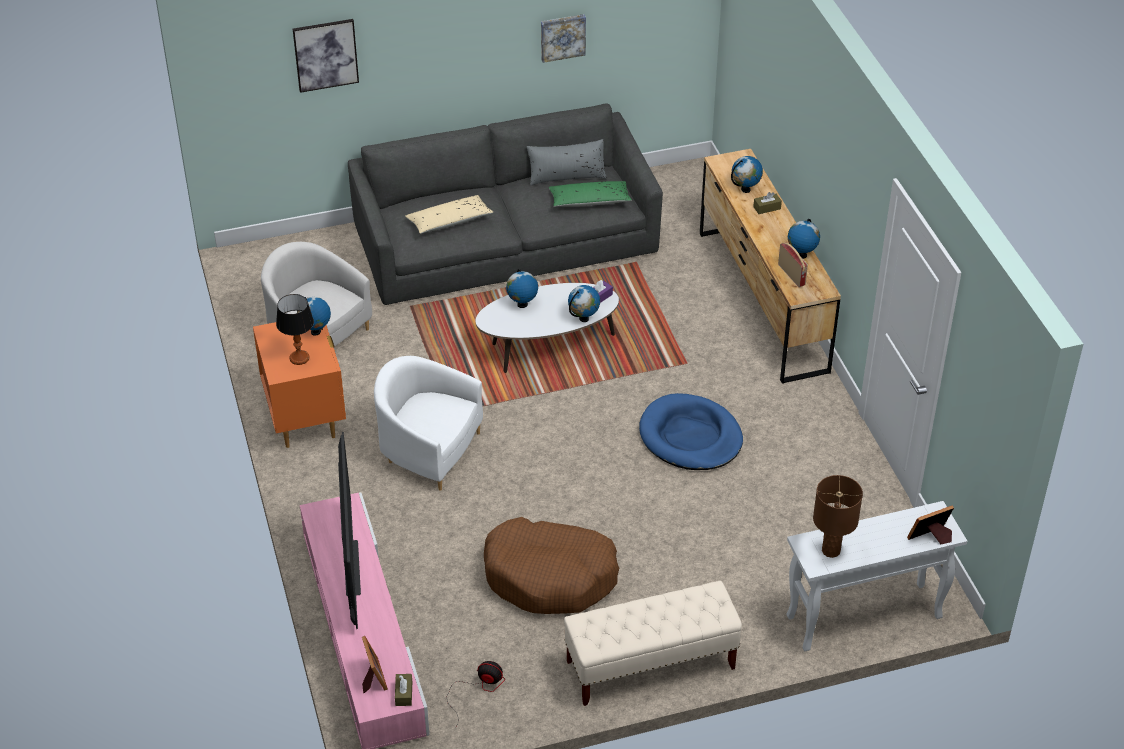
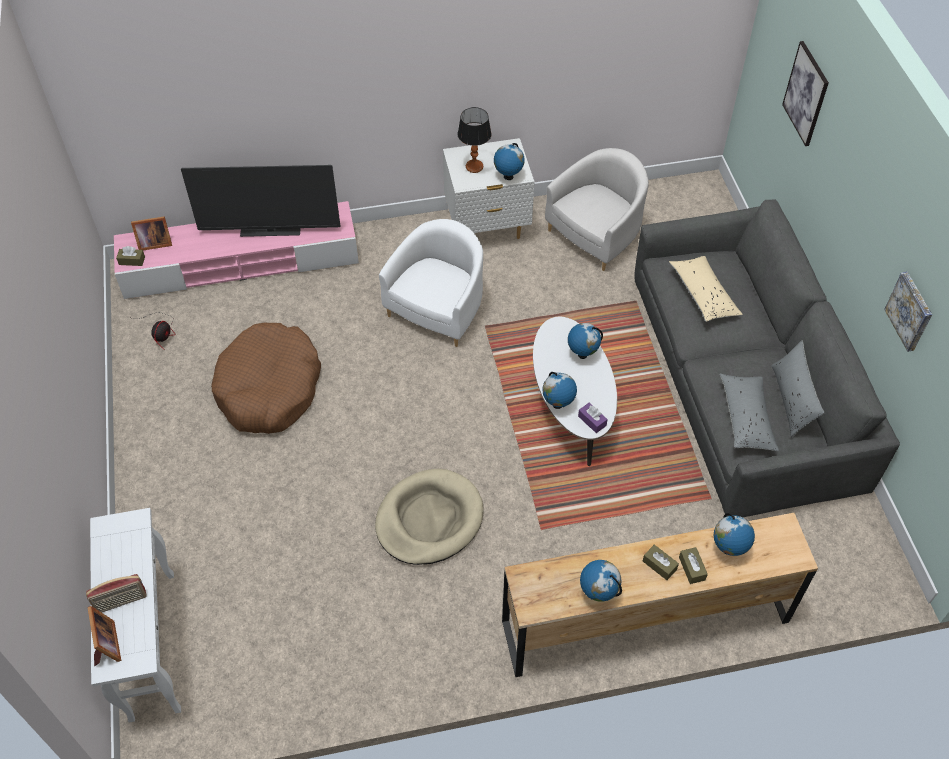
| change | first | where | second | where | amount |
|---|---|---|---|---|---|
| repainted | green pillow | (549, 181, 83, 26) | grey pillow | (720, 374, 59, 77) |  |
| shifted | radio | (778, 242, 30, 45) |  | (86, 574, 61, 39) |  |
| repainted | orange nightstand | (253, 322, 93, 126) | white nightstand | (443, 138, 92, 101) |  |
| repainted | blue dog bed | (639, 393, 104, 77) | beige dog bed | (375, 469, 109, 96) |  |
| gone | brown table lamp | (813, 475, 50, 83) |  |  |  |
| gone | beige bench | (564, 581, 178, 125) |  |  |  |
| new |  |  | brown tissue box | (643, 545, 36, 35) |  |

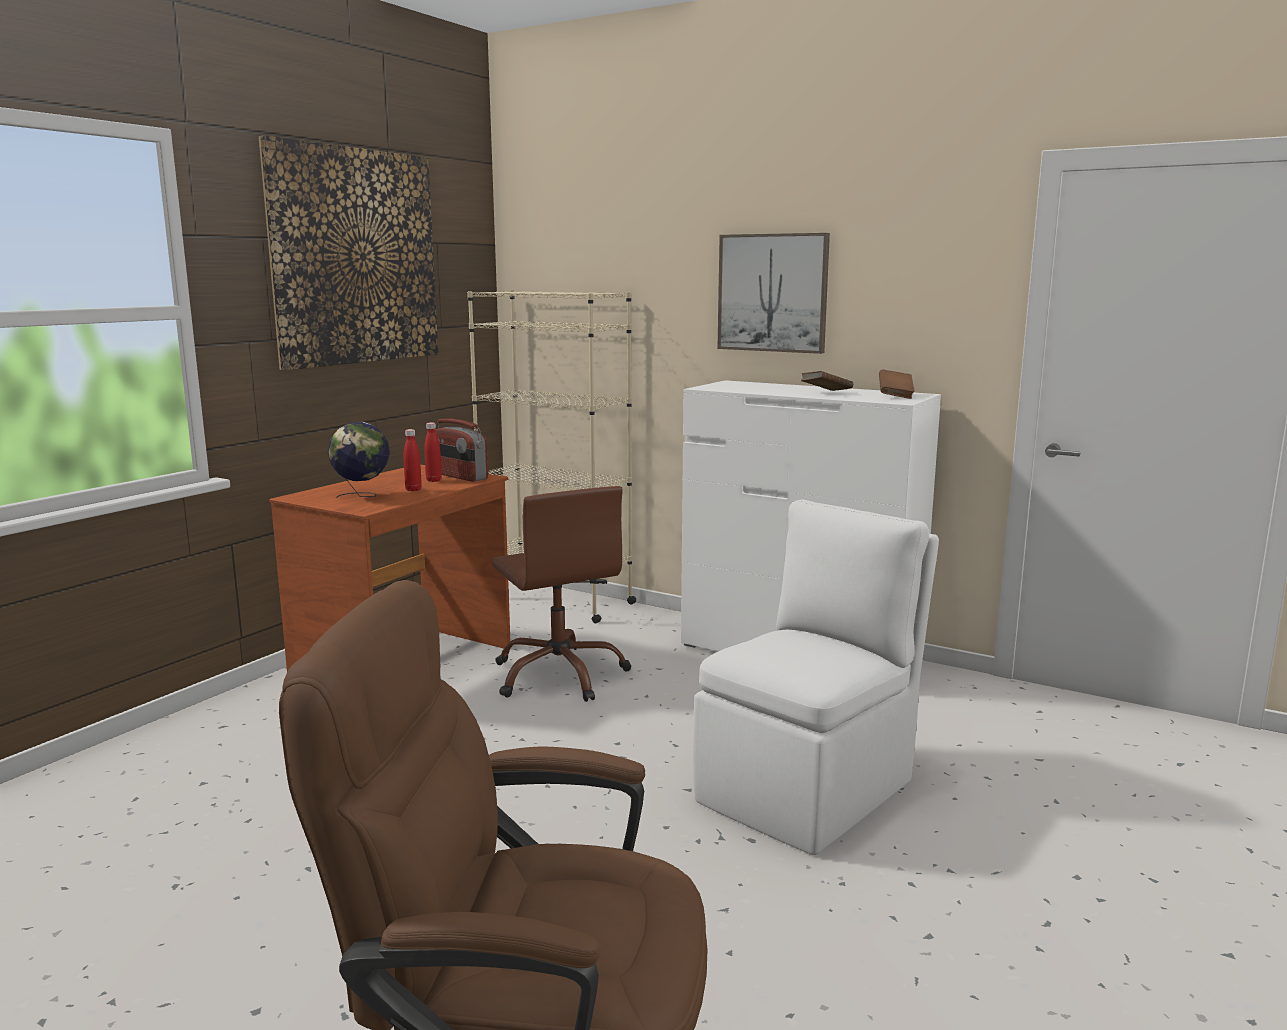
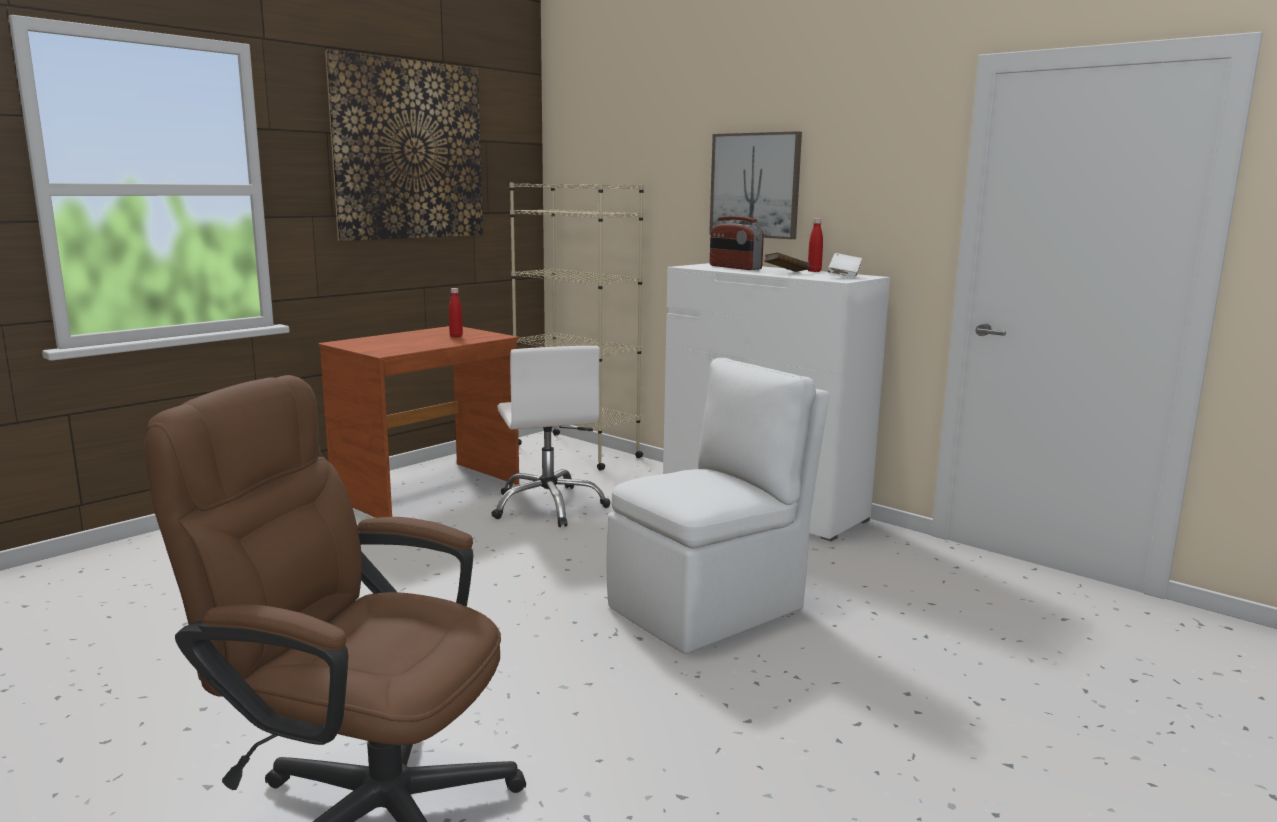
| change | first | where | second | where | amount |
|---|---|---|---|---|---|
| repainted | brown book | (879, 369, 36, 30) | white book | (827, 253, 35, 26) |  |
| shifted | radio | (435, 418, 53, 64) |  | (710, 216, 54, 54) |  |
| gone | globe | (327, 422, 63, 76) |  |  |  |
| shifted | red bottle | (403, 429, 19, 62) |  | (808, 218, 15, 54) |  |
| repainted | brown office chair | (492, 486, 140, 216) | white office chair | (491, 346, 119, 181) |  |

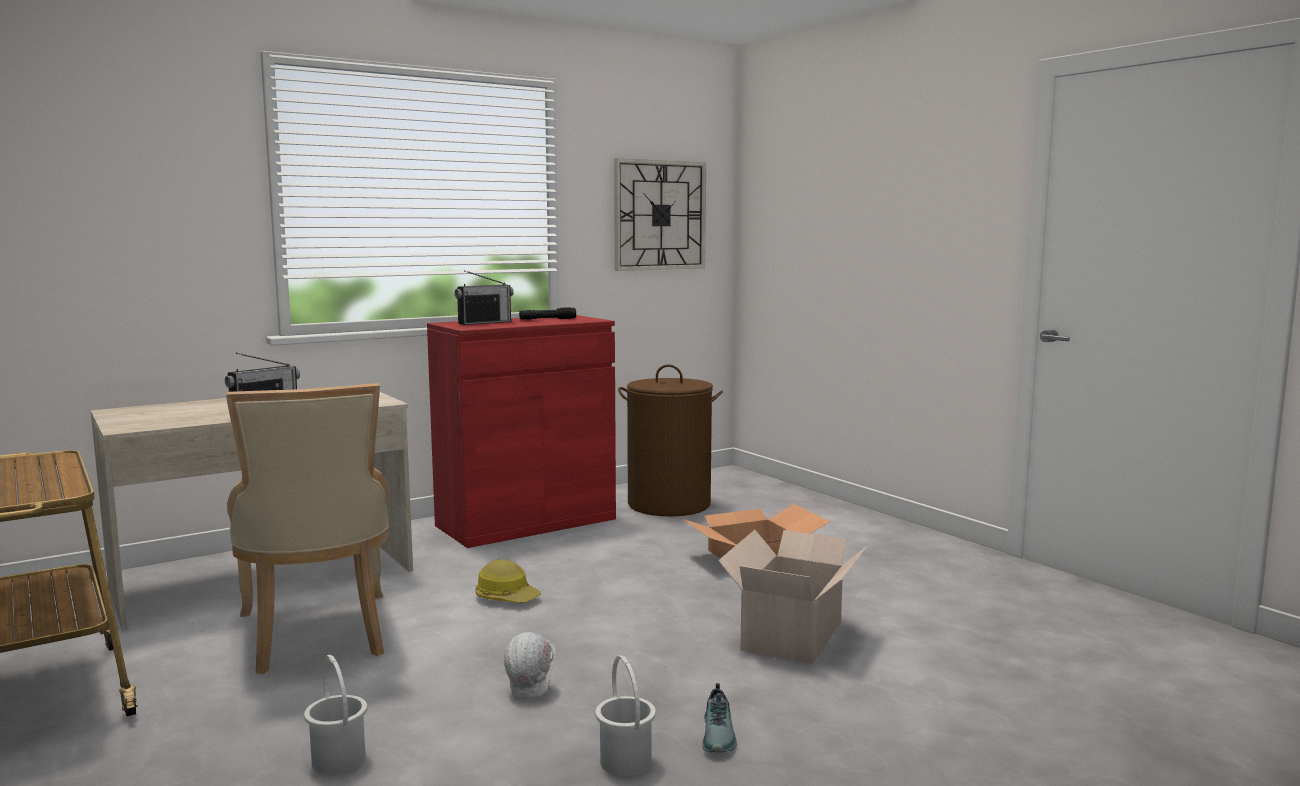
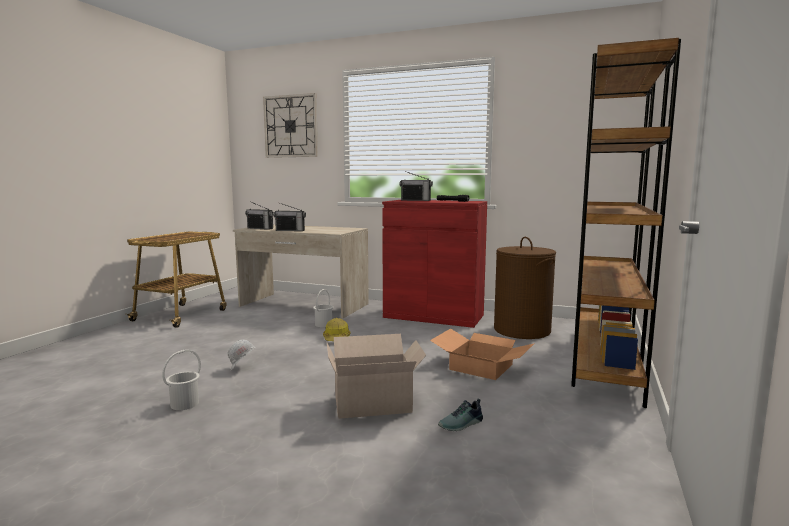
| change | first | where | second | where | amount |
|---|---|---|---|---|---|
| shifted | wall clock | (614, 158, 92, 113) |  | (263, 93, 55, 65) |  |
| gone | beige chair | (226, 383, 163, 291) |  |  |  |
| shifted | white bucket | (304, 655, 63, 120) |  | (313, 289, 20, 38) |  |
| shifted | shoe | (702, 683, 35, 70) |  | (438, 398, 45, 33) |  |
| new |  |  | brown bookcase | (571, 38, 110, 370) |  |
| new |  |  | radio | (245, 202, 28, 28) |  |

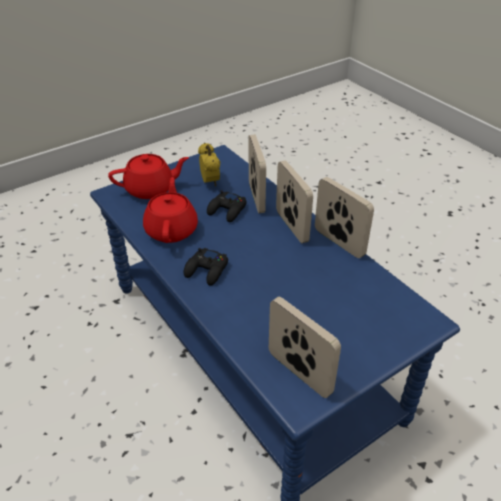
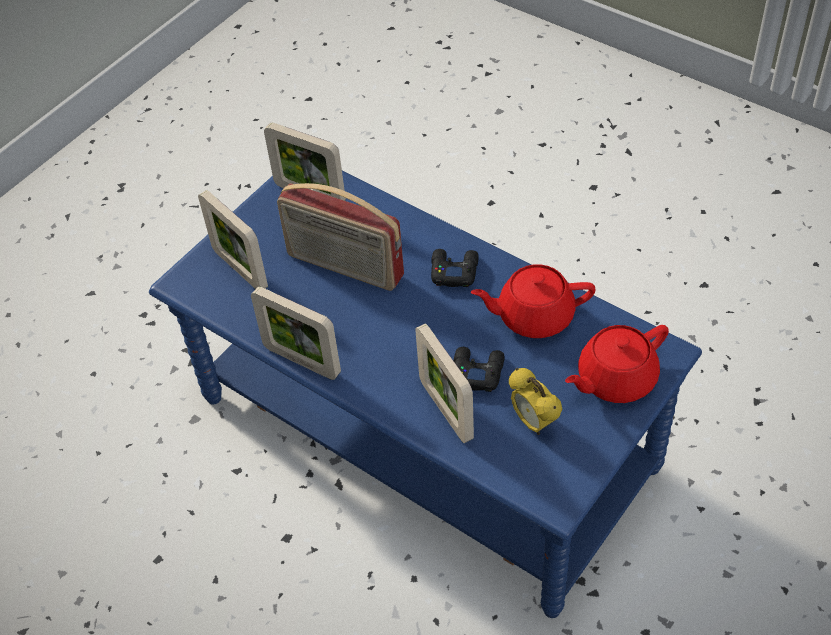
| change | first | where | second | where | amount |
|---|---|---|---|---|---|
| shifted | picture frame | (276, 161, 37, 82) |  | (198, 190, 70, 99) |  |
| rotated | red teapot | (143, 177, 55, 66) |  | (471, 264, 124, 74) | 105 degrees clockwise |
| new |  |  | radio | (277, 183, 127, 108) |  |

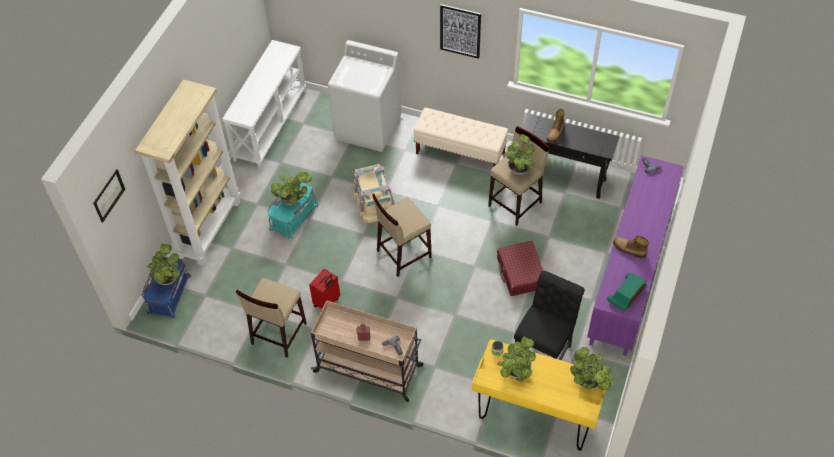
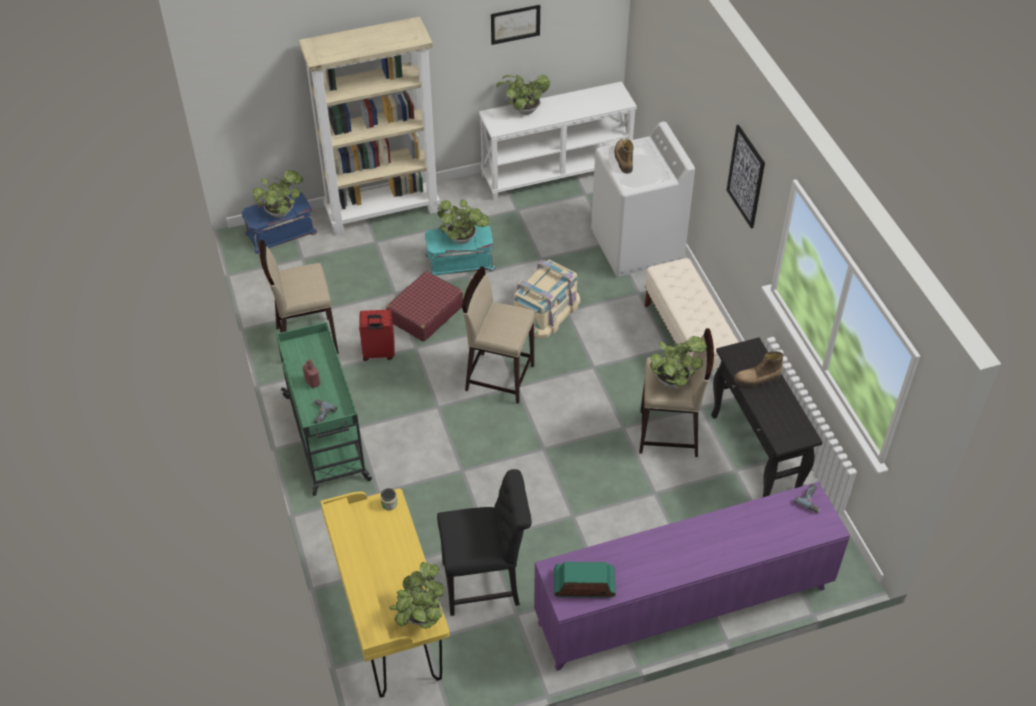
| change | first | where | second | where | amount |
|---|---|---|---|---|---|
| shifted | picture | (93, 169, 32, 54) |  | (491, 5, 49, 40) |  |
| shifted | boot | (613, 236, 36, 22) |  | (614, 139, 20, 34) |  |
| shifted | red suitcase | (497, 241, 47, 55) |  | (386, 271, 77, 71) |  |
| repainted | beige cart | (311, 300, 113, 102) | green cart | (276, 322, 96, 174) |  |
| shifted | potted plant | (497, 337, 39, 44) |  | (496, 75, 54, 40) |  |

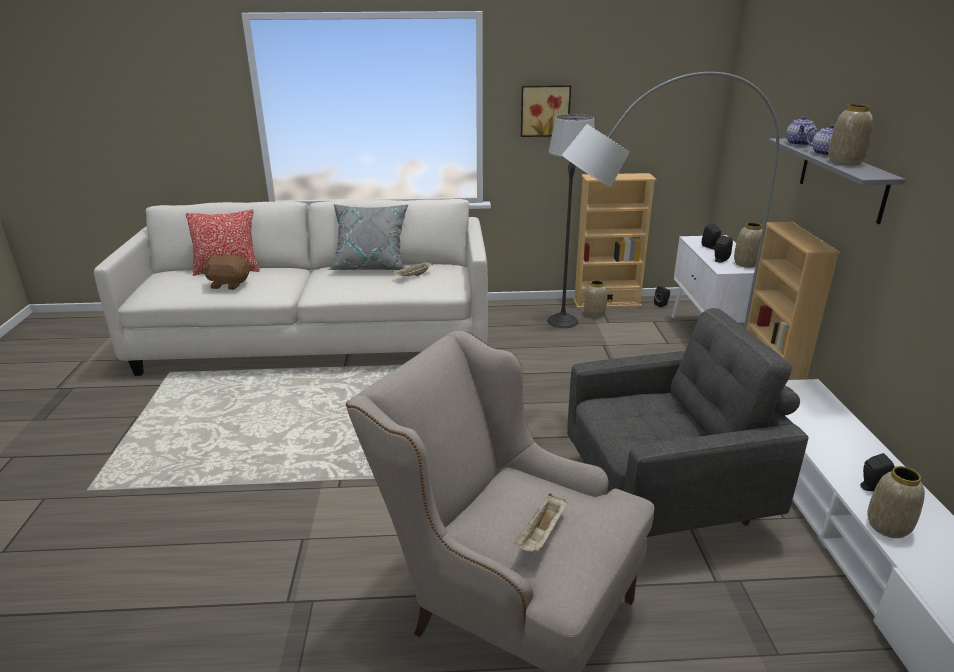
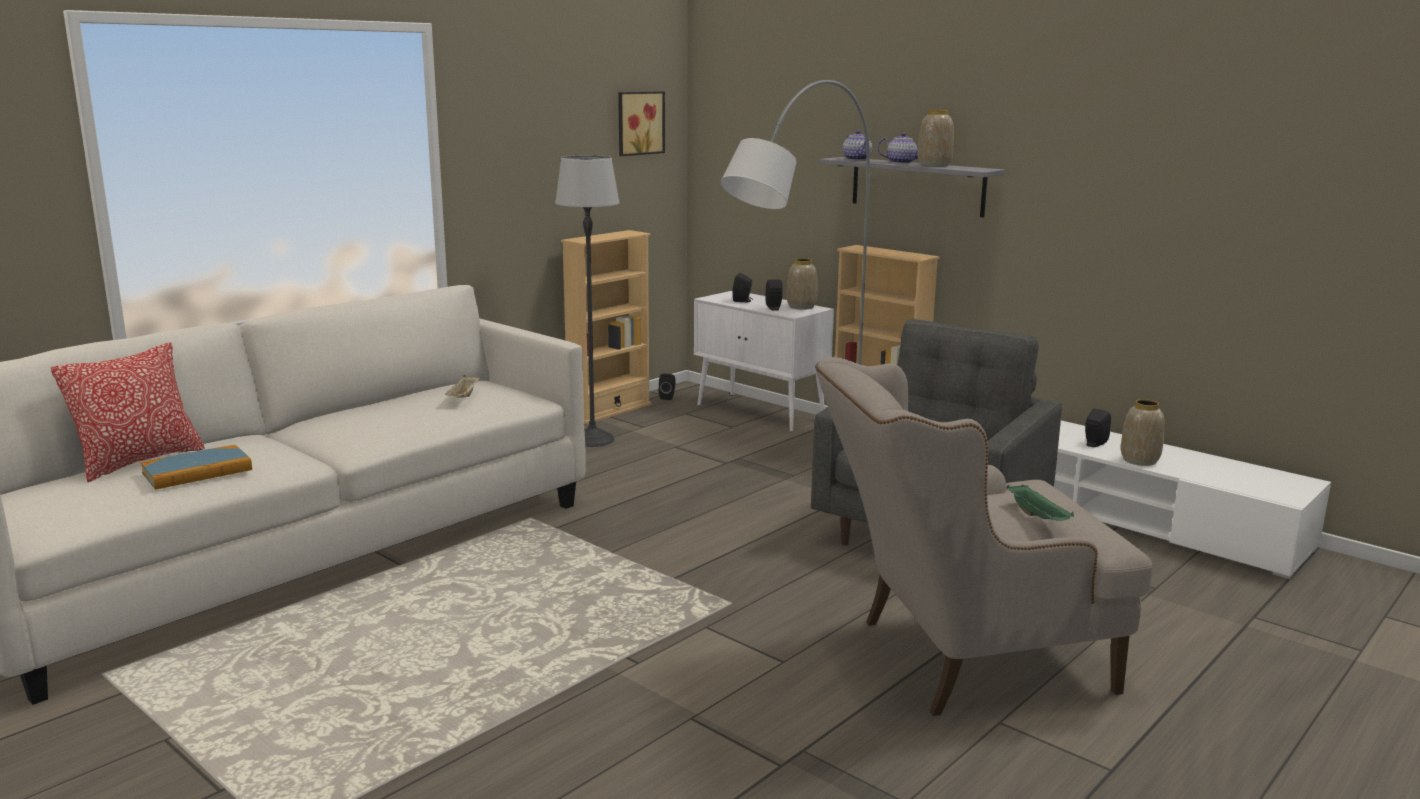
| change | first | where | second | where | amount |
|---|---|---|---|---|---|
| shifted | picture | (521, 85, 50, 52) |  | (618, 91, 47, 65) |  |
| gone | grey pillow | (328, 204, 81, 66) |  |  |  |
| swapped | brown plush toy | (204, 254, 46, 36) | book | (141, 445, 111, 45) |  |
| gone | vase | (584, 280, 23, 38) |  |  |  |
| repainted | beige tray | (514, 494, 53, 58) | green tray | (1006, 484, 68, 37) |  |

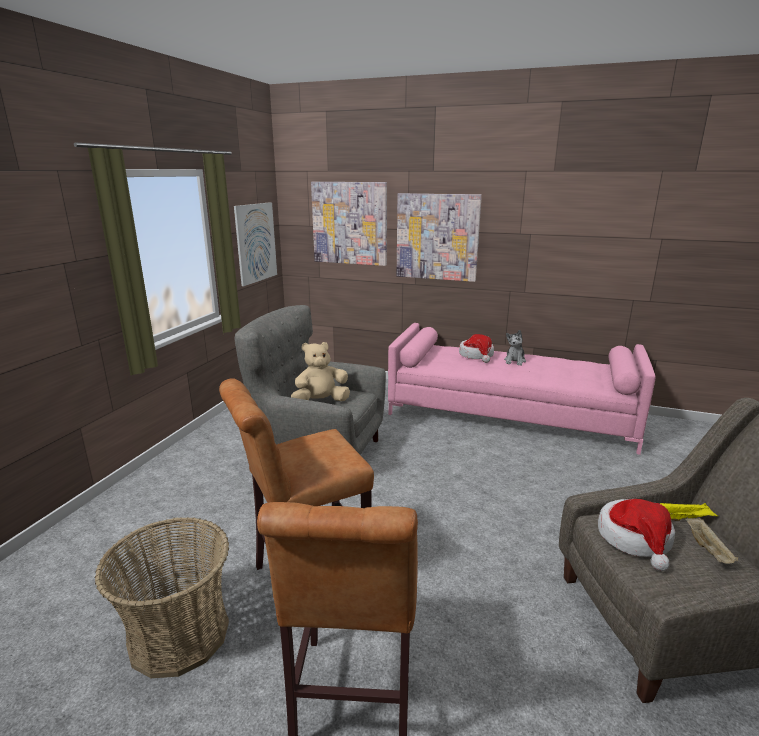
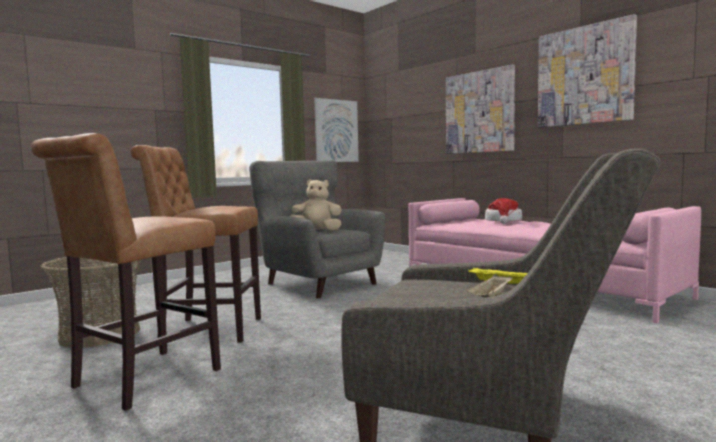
| change | first | where | second | where | amount |
|---|---|---|---|---|---|
| shifted | picture | (311, 182, 76, 84) |  | (538, 14, 99, 114) |  |
| gone | plush toy | (504, 330, 22, 36) |  |  |  |
| gone | hat | (598, 499, 77, 72) |  |  |  |

